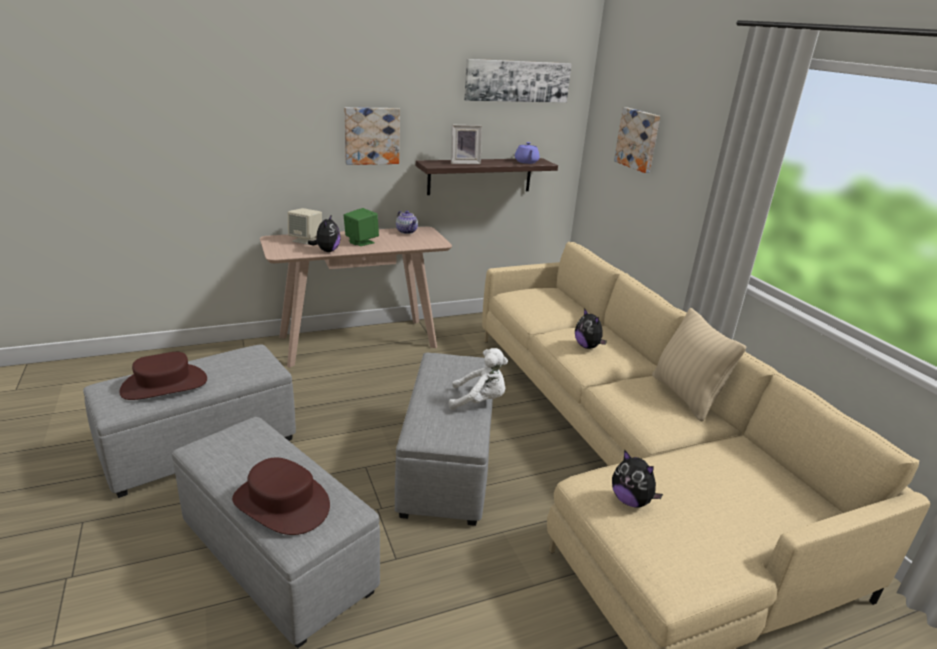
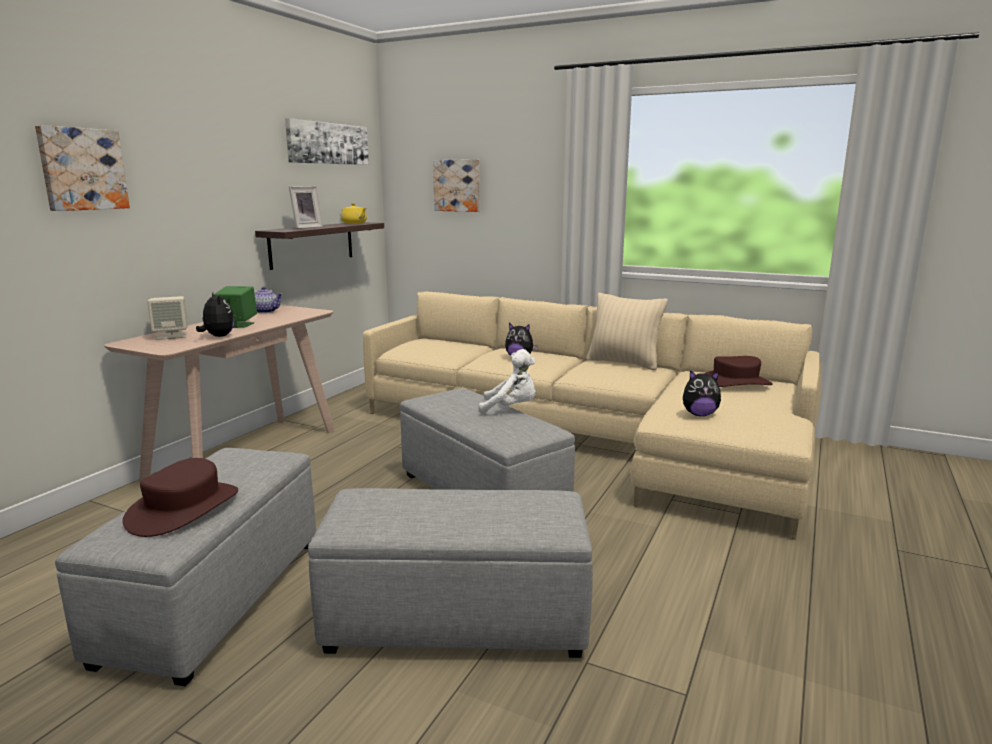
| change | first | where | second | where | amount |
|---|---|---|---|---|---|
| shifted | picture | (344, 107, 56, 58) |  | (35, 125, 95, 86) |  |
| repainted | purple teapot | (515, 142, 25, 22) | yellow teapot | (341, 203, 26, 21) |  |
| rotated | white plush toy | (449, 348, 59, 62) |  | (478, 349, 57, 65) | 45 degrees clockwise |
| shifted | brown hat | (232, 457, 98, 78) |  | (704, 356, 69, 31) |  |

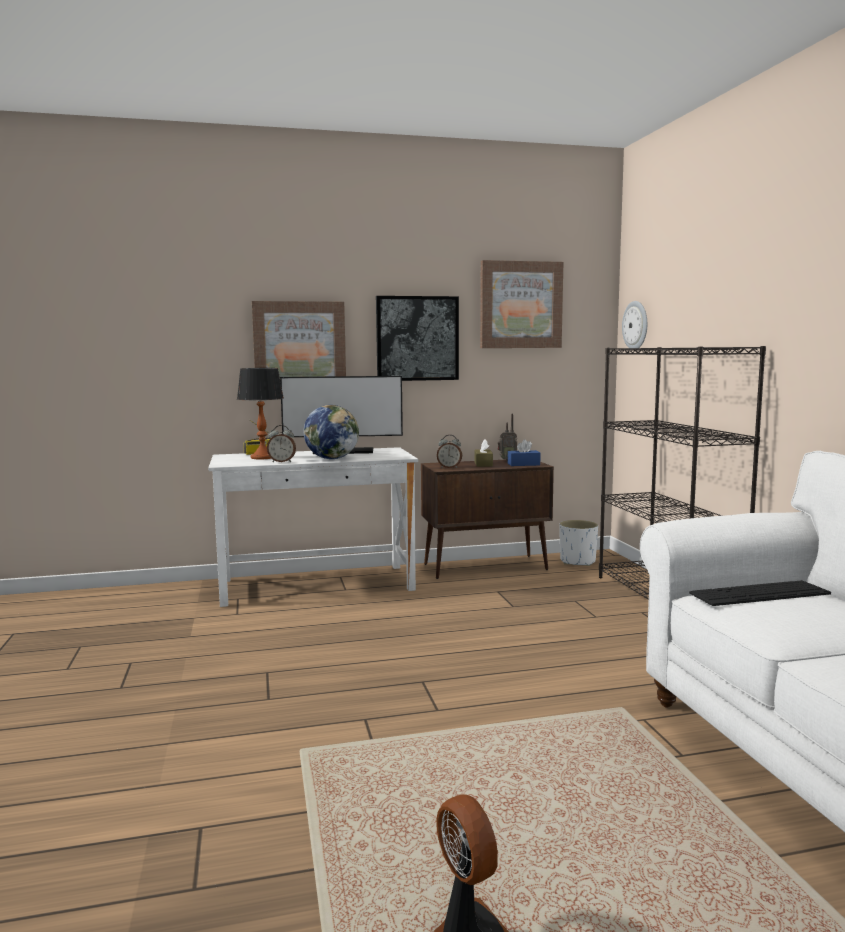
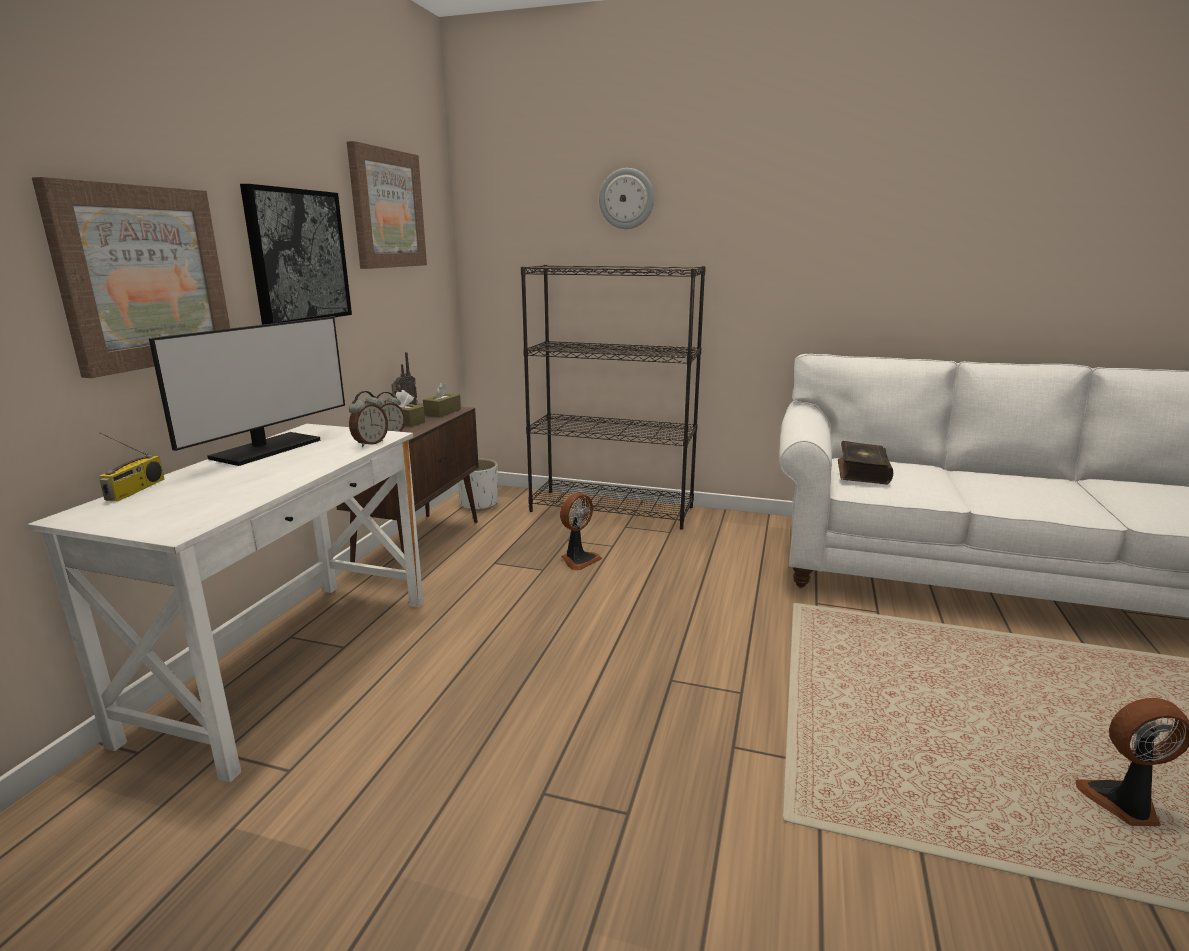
| change | first | where | second | where | amount |
|---|---|---|---|---|---|
| shifted | wall clock | (622, 301, 25, 47) |  | (599, 168, 55, 61) |  |
| gone | table lamp | (237, 368, 47, 91) |  |  |  |
| gone | globe | (304, 405, 55, 54) |  |  |  |
| shifted | alarm clock | (267, 425, 29, 37) |  | (349, 391, 39, 56) |  |
| repainted | blue tissue box | (508, 439, 33, 27) | brown tissue box | (423, 382, 38, 35) |  |
| swapped | keyboard | (689, 580, 142, 26) | book | (838, 441, 55, 44) |  |
| new |  |  | fan | (560, 492, 42, 78) |  |

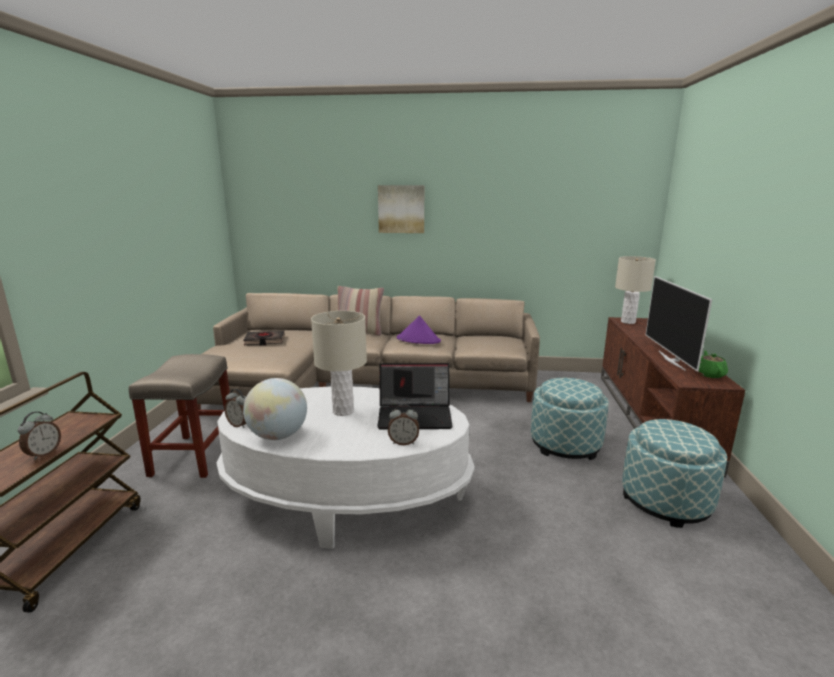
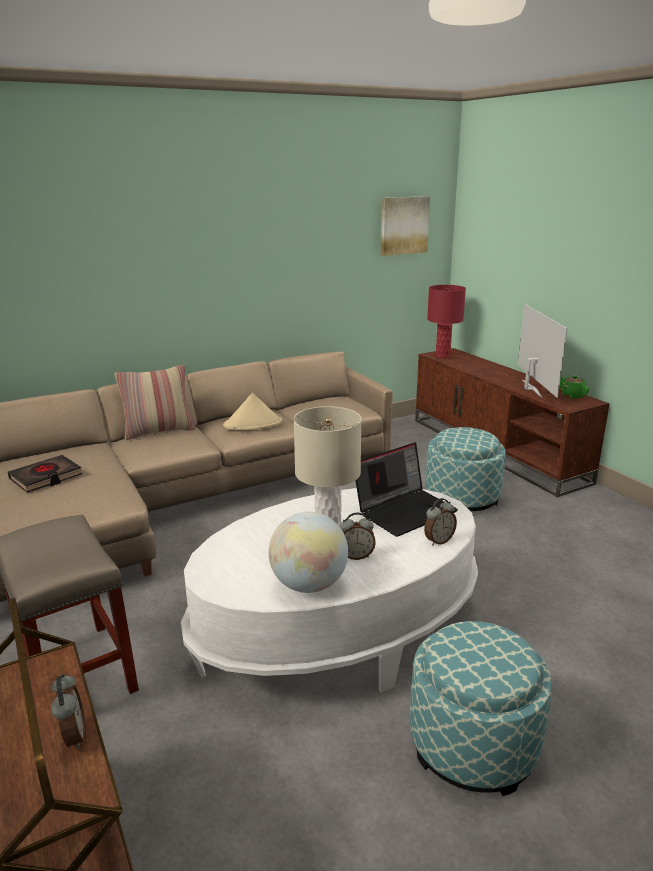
| change | first | where | second | where | amount |
|---|---|---|---|---|---|
| shifted | picture | (378, 185, 46, 48) |  | (381, 196, 49, 60) |  |
| repainted | beige table lamp | (615, 256, 41, 68) | red table lamp | (427, 285, 39, 73) |  |
| rotated | television | (645, 276, 67, 96) |  | (518, 304, 50, 94) | 150 degrees counterclockwise |
| repainted | purple hat | (397, 316, 44, 28) | beige hat | (223, 393, 59, 37) |  |
| shifted | alarm clock | (224, 389, 22, 39) |  | (340, 512, 36, 48) |  |
| shifted | ottoman | (622, 419, 105, 109) |  | (410, 621, 142, 175) |  |

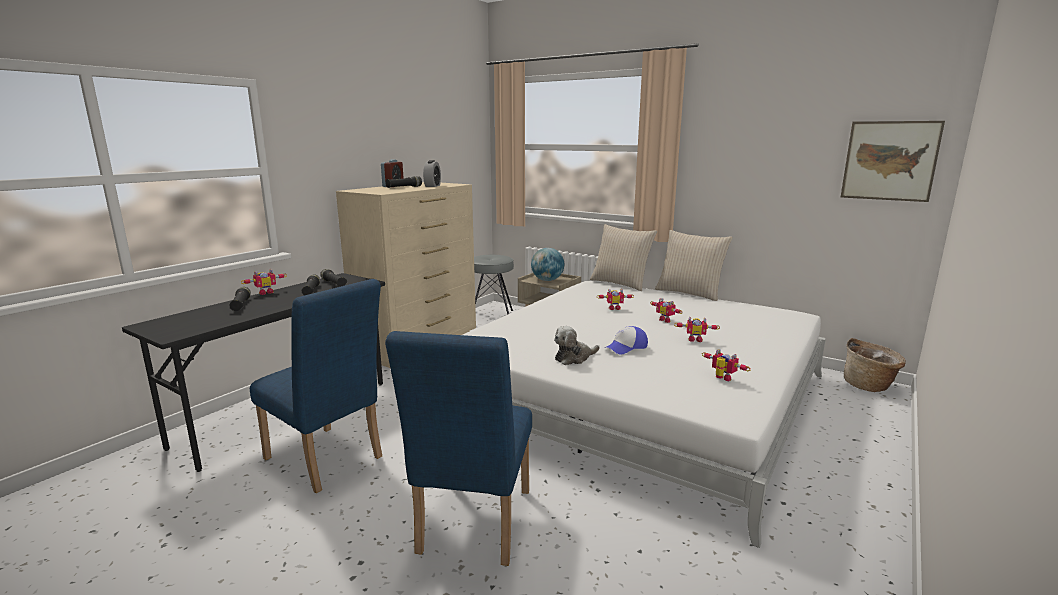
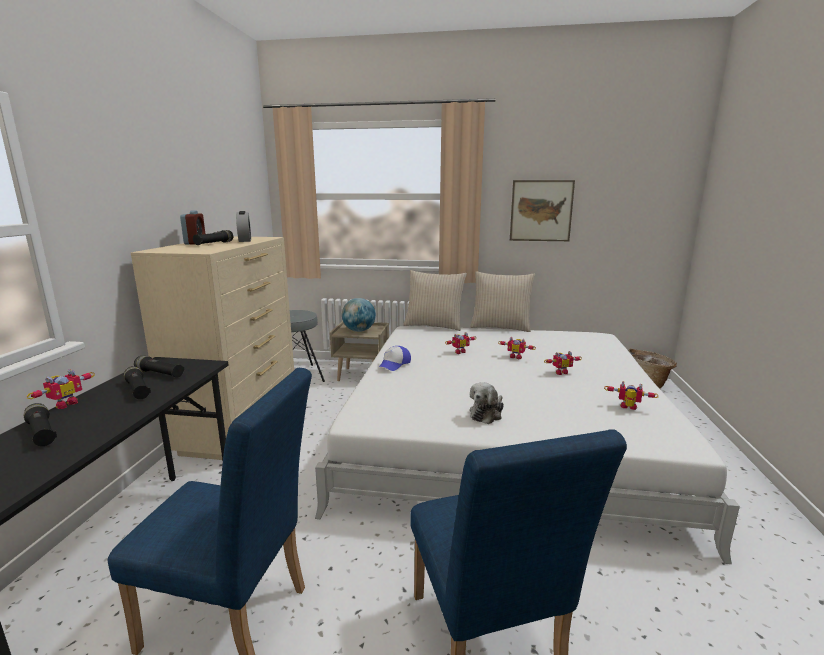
| change | first | where | second | where | amount |
|---|---|---|---|---|---|
| shifted | picture | (841, 121, 104, 81) |  | (510, 180, 65, 61) |  |
| shifted | cap | (605, 326, 43, 28) |  | (379, 346, 32, 25) |  |

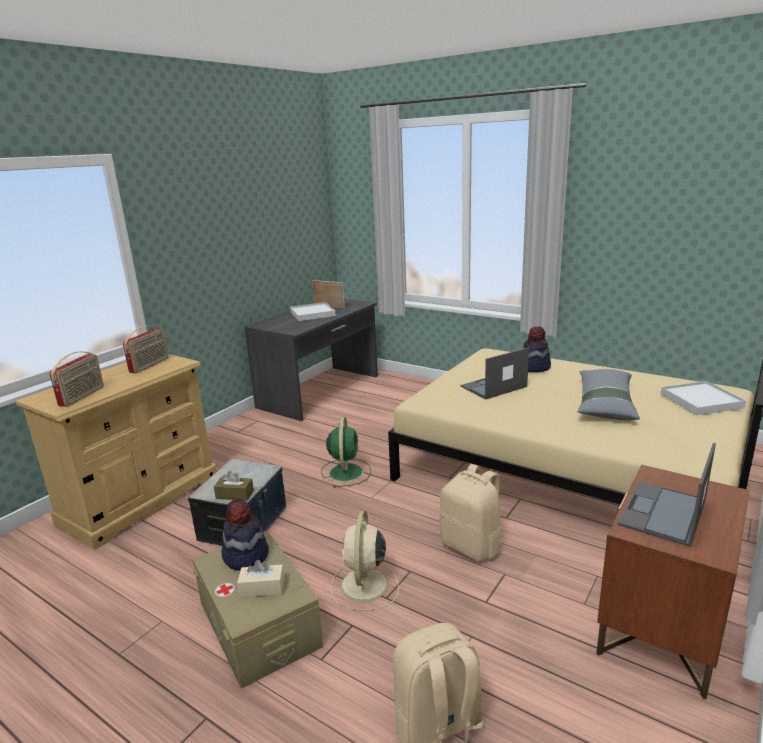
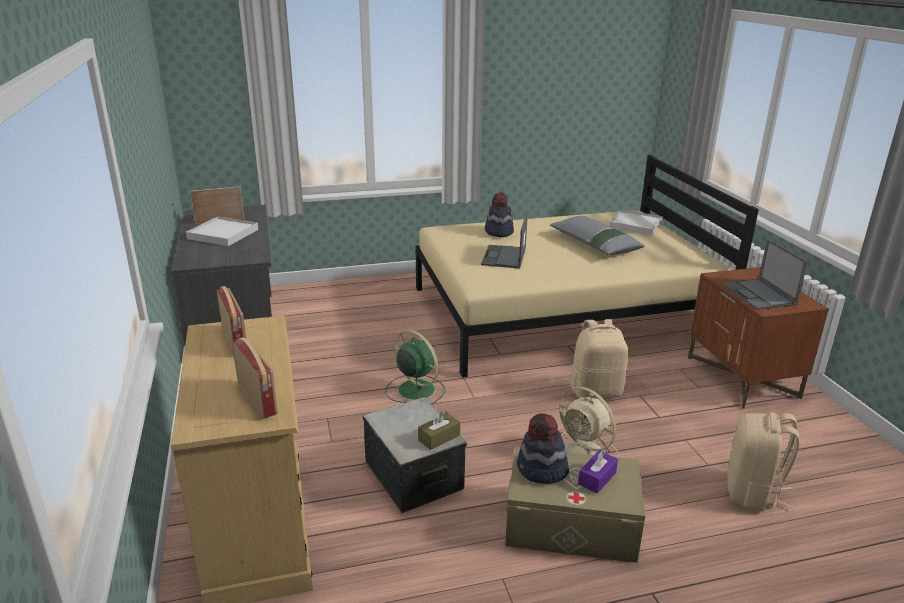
| change | first | where | second | where | amount |
|---|---|---|---|---|---|
| repainted | beige tissue box | (237, 560, 48, 37) | purple tissue box | (578, 449, 40, 44) |  |

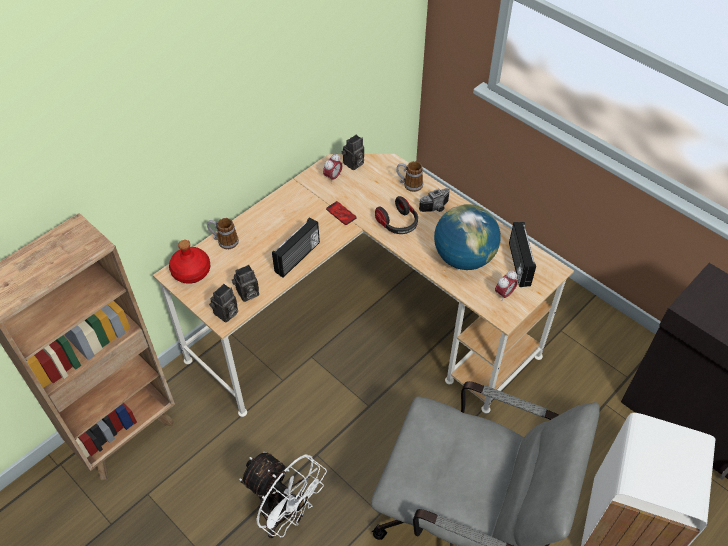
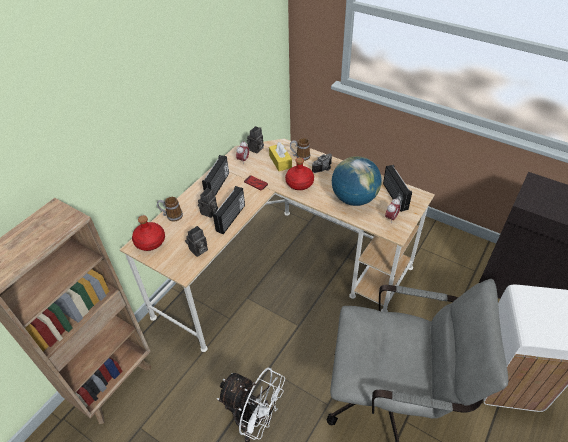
| change | first | where | second | where | amount |
|---|---|---|---|---|---|
| swapped | headphones | (375, 196, 43, 38) | red bottle | (285, 157, 29, 33) |  |
| shifted | photo camera | (209, 284, 29, 38) |  | (198, 188, 20, 30) |  |
| new |  |  | yellow tissue box | (269, 142, 23, 29) |  |
| new |  |  | radio | (202, 155, 27, 41) |  |

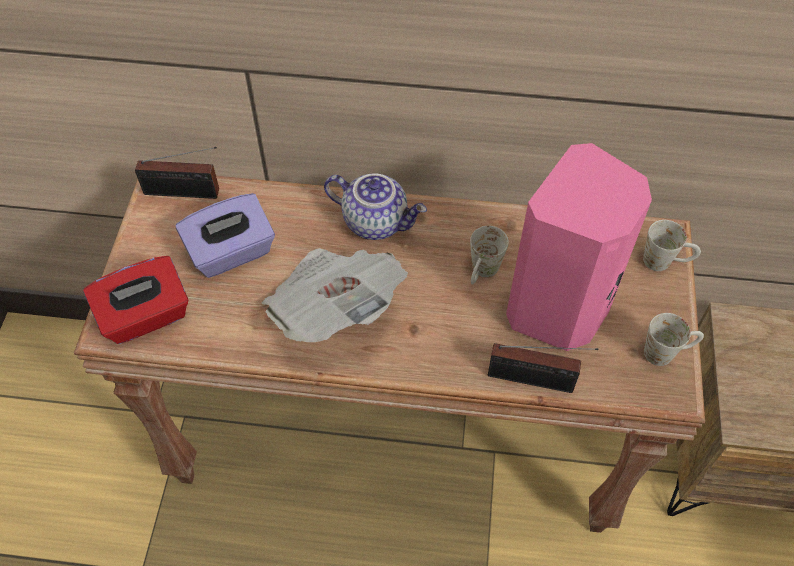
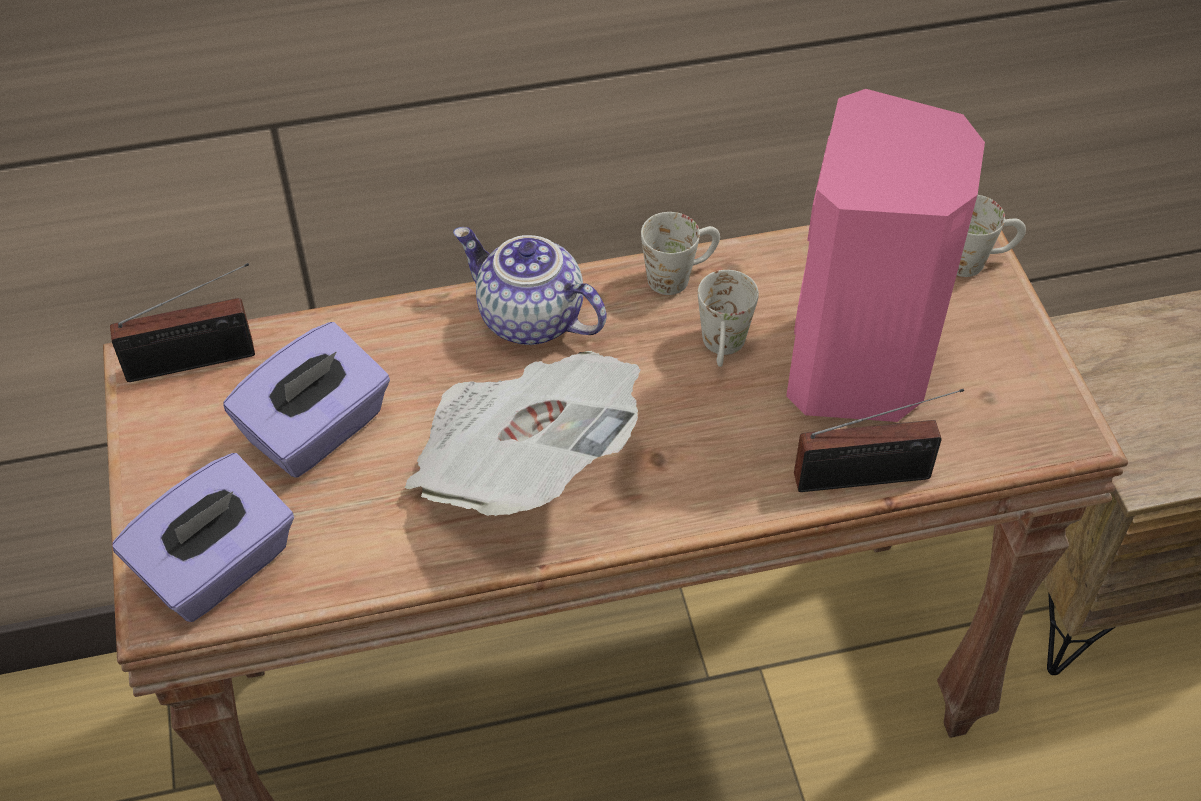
| change | first | where | second | where | amount |
|---|---|---|---|---|---|
| rotated | teapot | (324, 173, 103, 67) |  | (453, 227, 154, 118) | 150 degrees counterclockwise |
| repainted | red tissue box | (83, 256, 105, 88) | purple tissue box | (112, 453, 182, 169) |  |
| shifted | white mug | (644, 313, 60, 53) |  | (641, 212, 79, 83) |  |

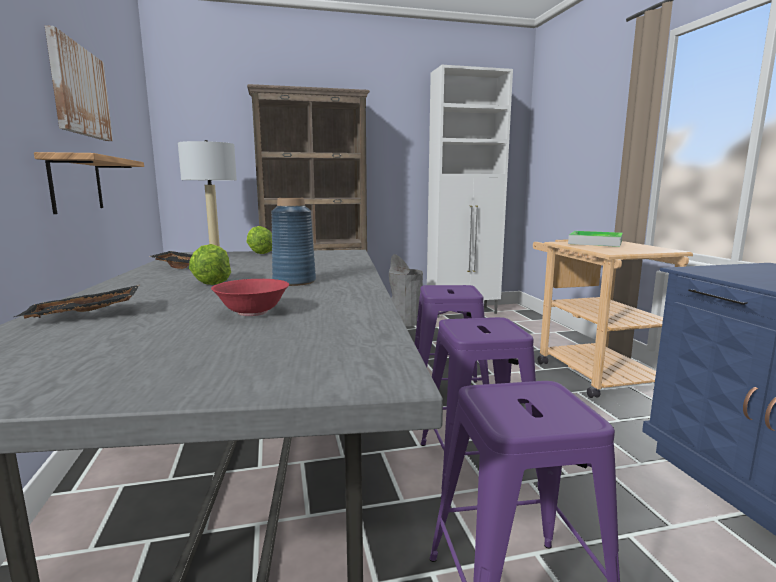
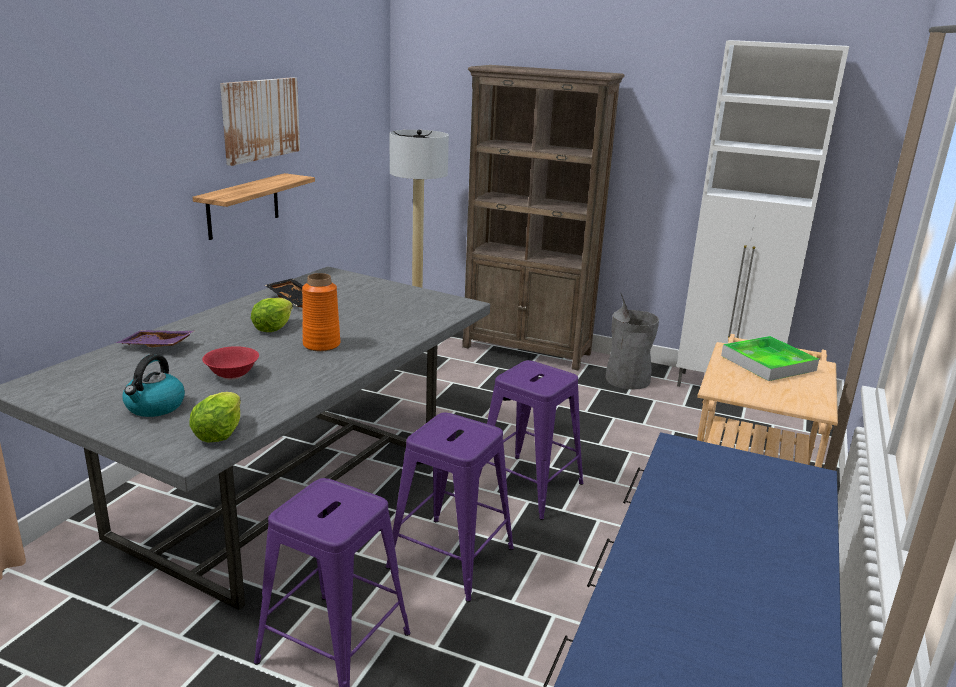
| change | first | where | second | where | amount |
|---|---|---|---|---|---|
| repainted | blue vase | (271, 198, 45, 88) | orange vase | (302, 273, 38, 78) |  |
| shifted | lettuce | (247, 226, 25, 28) |  | (190, 392, 51, 50) |  |
| repainted | black tray | (14, 285, 125, 34) | purple tray | (116, 330, 78, 17) |  |
| new |  |  | kettle | (123, 354, 62, 63) |  |

